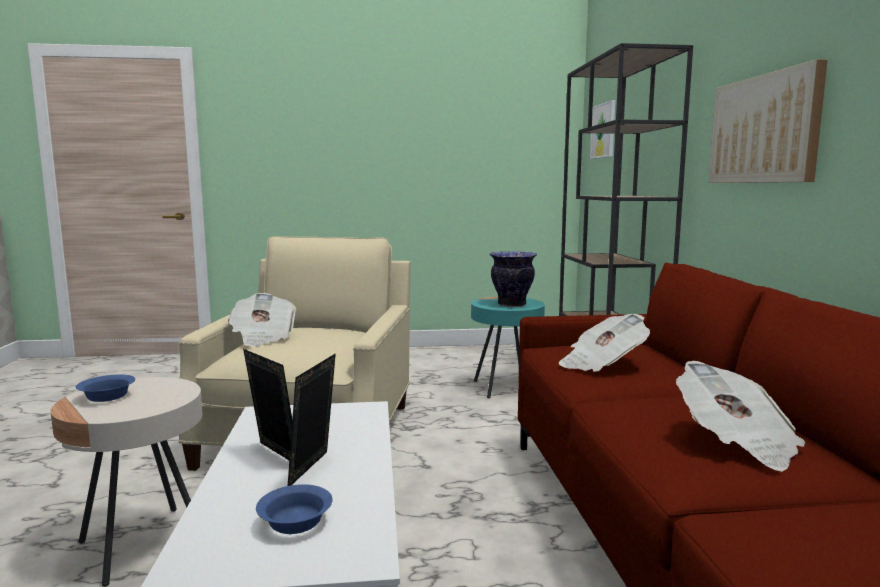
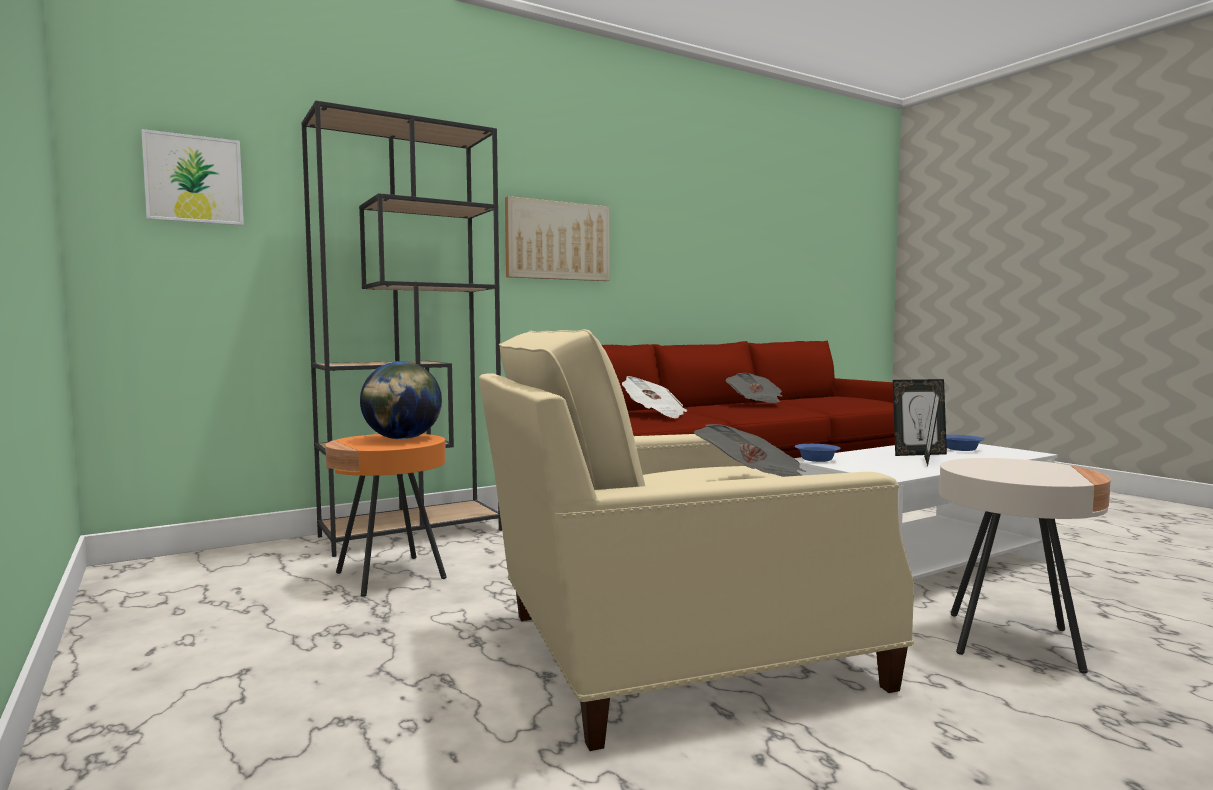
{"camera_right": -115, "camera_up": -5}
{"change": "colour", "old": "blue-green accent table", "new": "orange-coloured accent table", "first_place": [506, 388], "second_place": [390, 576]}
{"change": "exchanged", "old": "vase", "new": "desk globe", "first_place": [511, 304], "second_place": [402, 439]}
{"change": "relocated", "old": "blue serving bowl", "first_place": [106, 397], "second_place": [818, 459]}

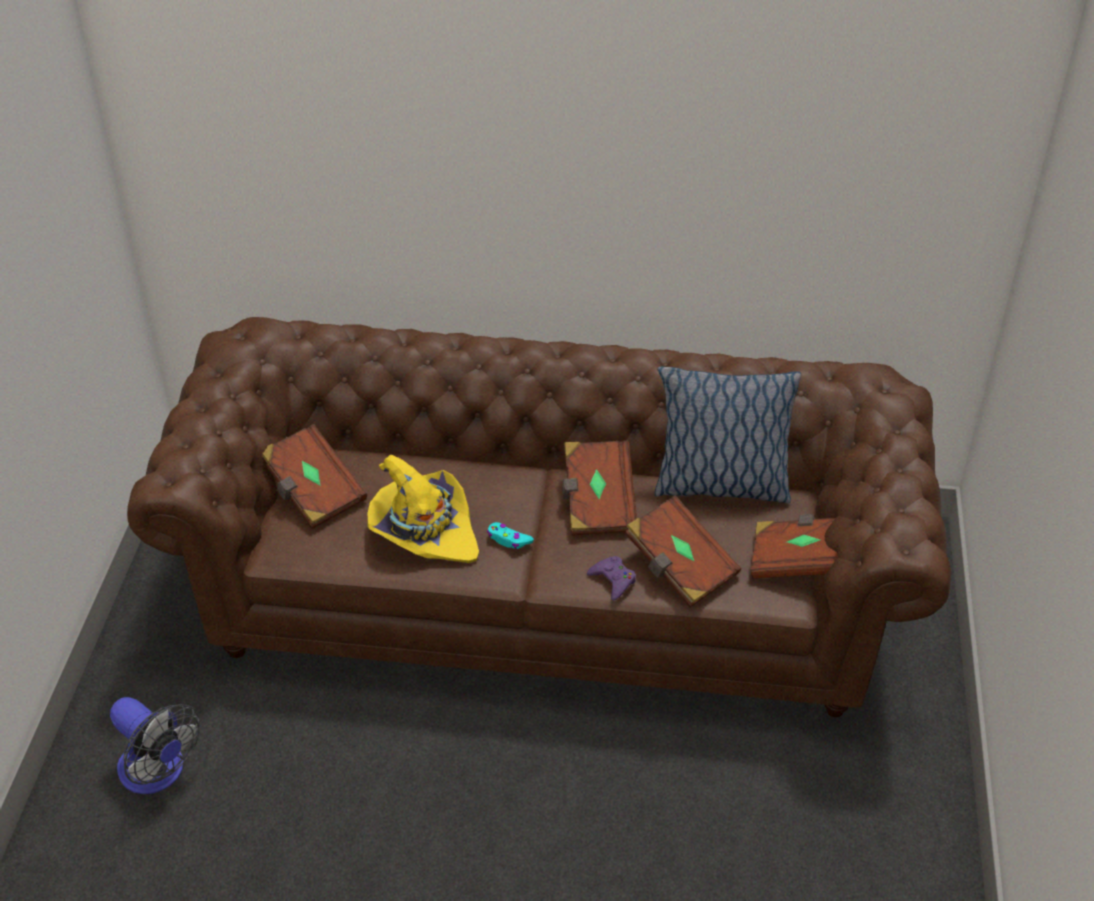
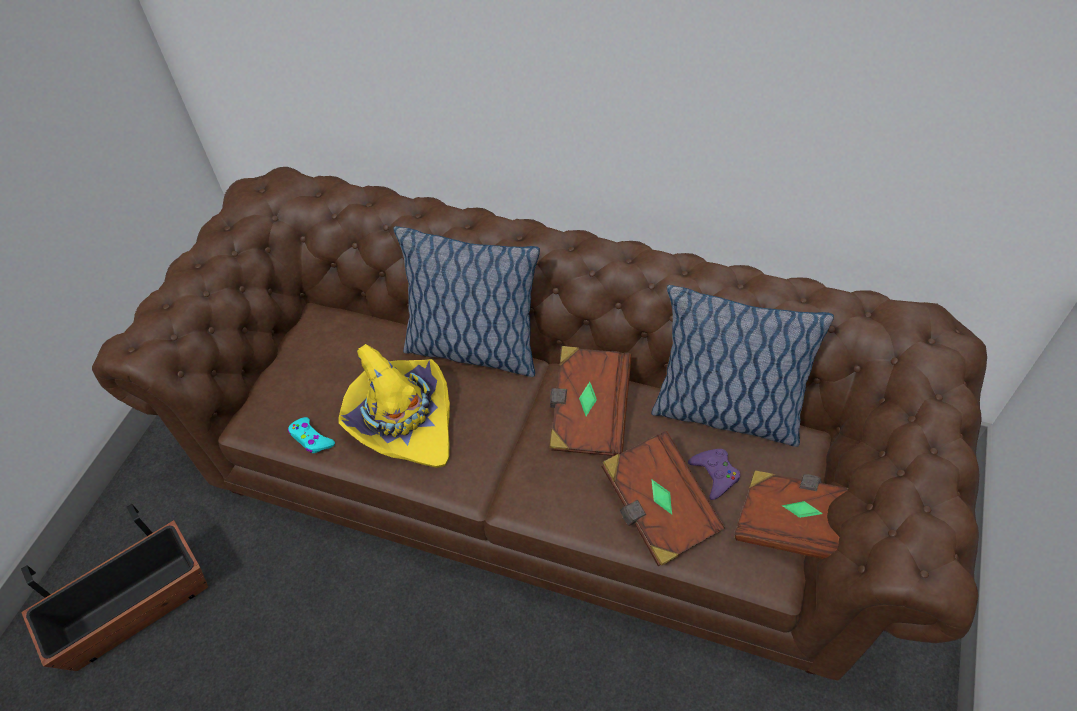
{"camera_right": 15, "camera_up": 10}
{"change": "exchanged", "old": "electric fan", "new": "flower pot", "first_place": [159, 773], "second_place": [136, 610]}
{"change": "relocated", "old": "blue-green game controller", "first_place": [508, 540], "second_place": [311, 439]}
{"change": "appeared", "new": "cushion", "second_place": [472, 348]}
{"change": "relocated", "old": "purplish game controller", "first_place": [613, 580], "second_place": [715, 474]}
{"change": "missing", "old": "brownish bound book", "first_place": [313, 492]}

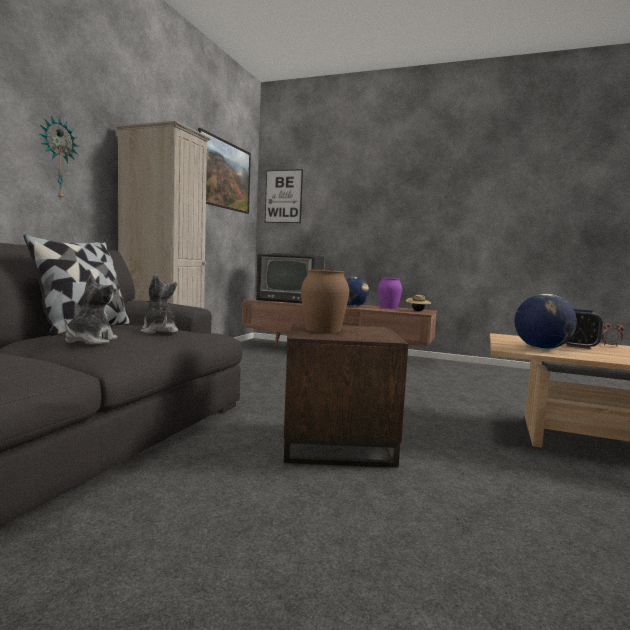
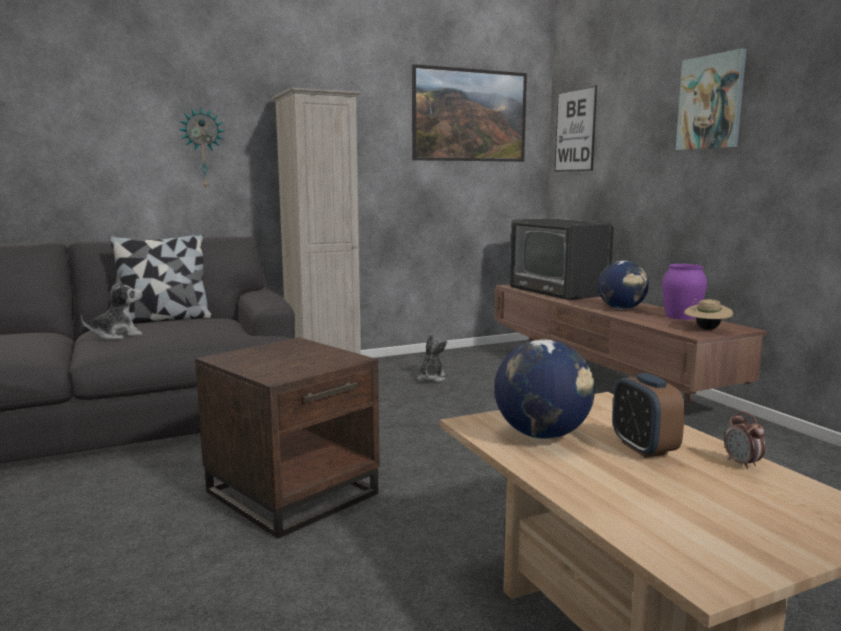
{"camera_right": 45, "camera_up": 5}
{"change": "relocated", "old": "soft toy", "first_place": [159, 331], "second_place": [431, 378]}
{"change": "appeared", "new": "wall art", "second_place": [711, 102]}
{"change": "missing", "old": "brownish vase", "first_place": [323, 329]}

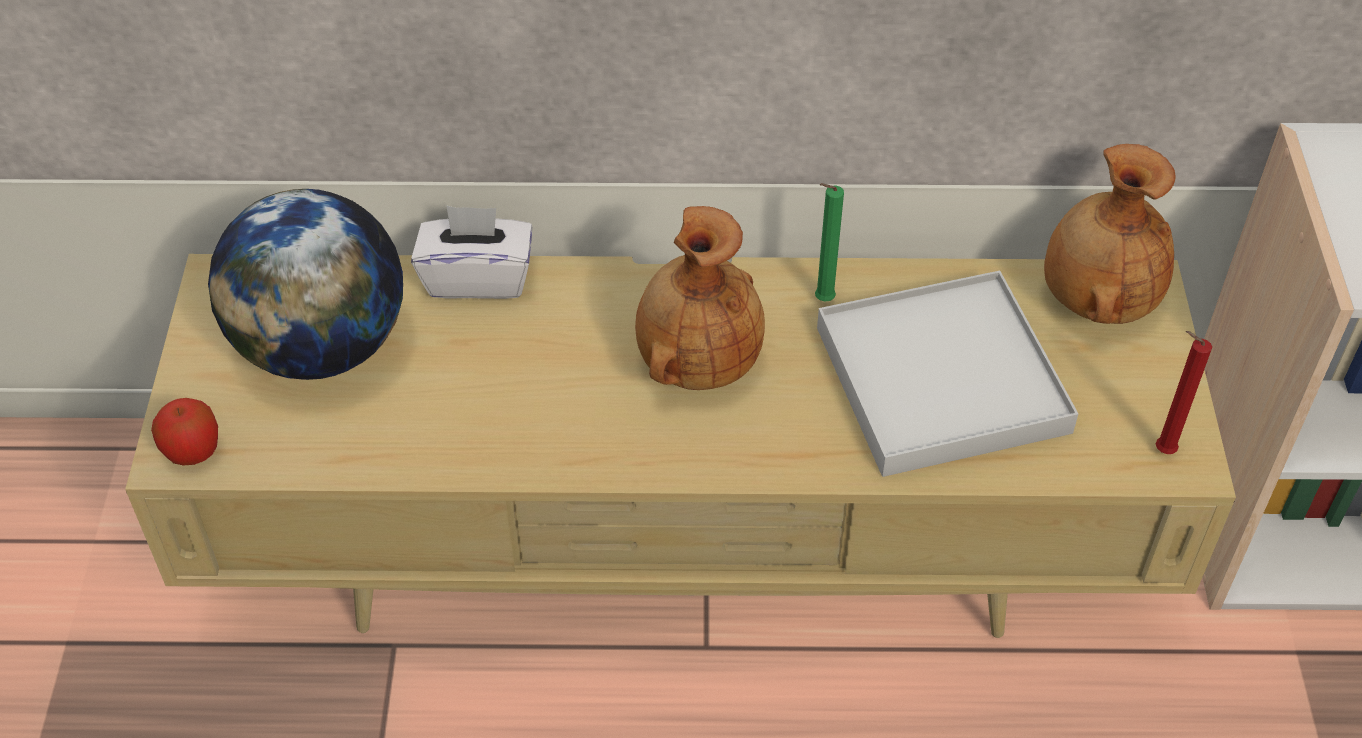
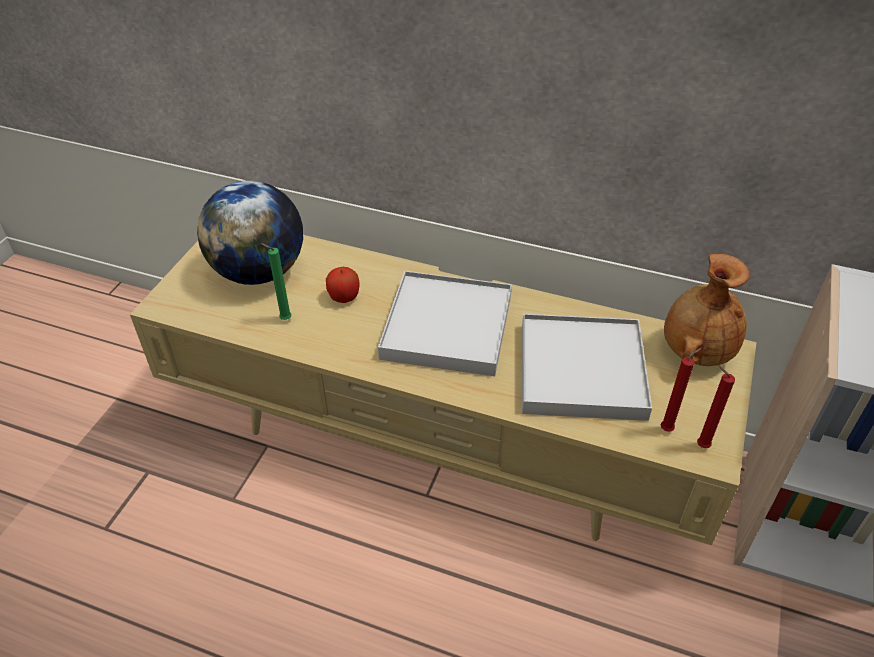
{"camera_right": 20, "camera_up": -5}
{"change": "relocated", "old": "greenish candle", "first_place": [821, 301], "second_place": [284, 319]}
{"change": "relocated", "old": "apple", "first_place": [193, 451], "second_place": [344, 297]}
{"change": "exchanged", "old": "brownish vase", "new": "whitish tray", "first_place": [697, 362], "second_place": [447, 327]}
{"change": "appeared", "new": "red candle", "second_place": [668, 429]}
{"change": "missing", "old": "whitish tissue holder", "first_place": [477, 278]}

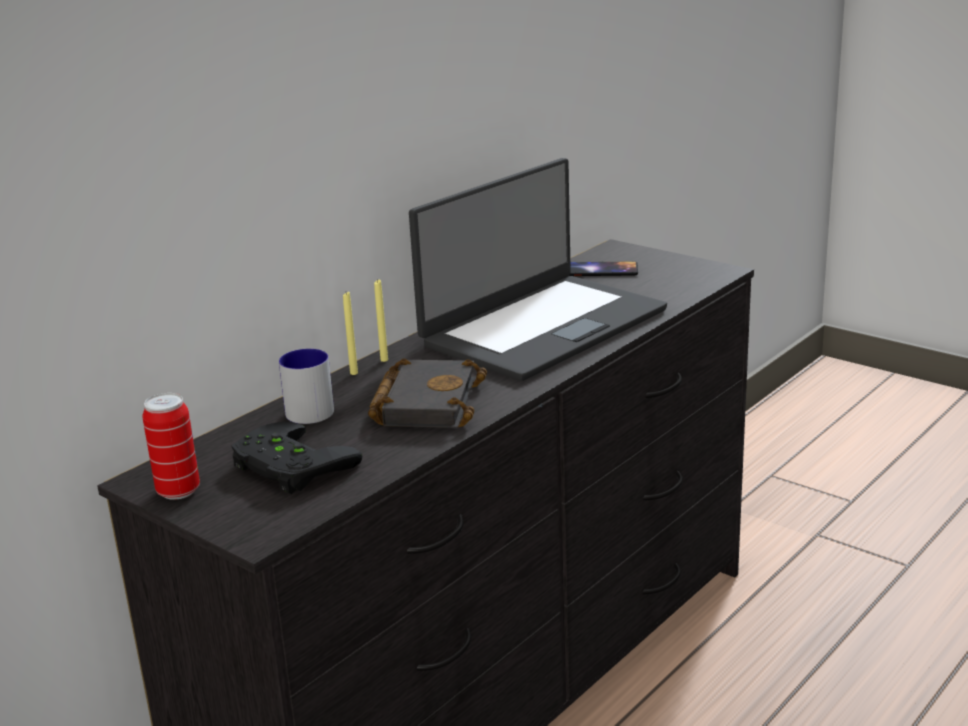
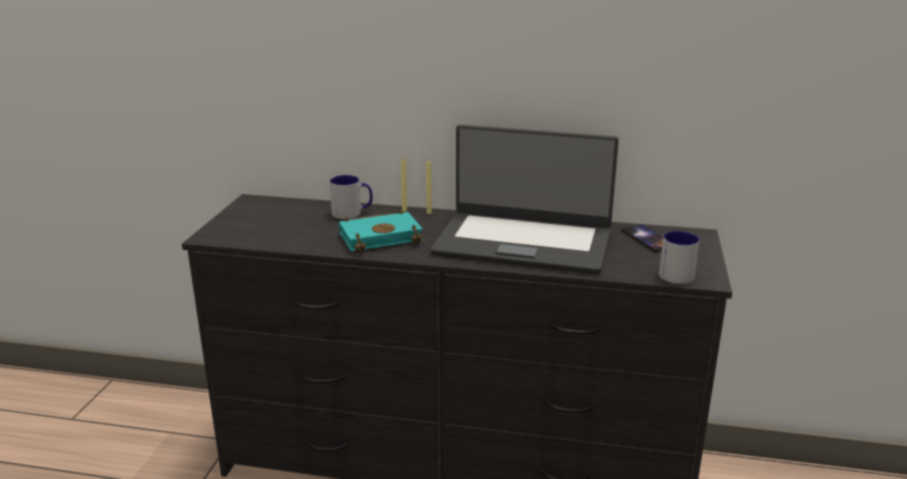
{"camera_right": 60, "camera_up": 0}
{"change": "colour", "old": "blackish bound book", "new": "blue-green bound book", "first_place": [425, 402], "second_place": [381, 236]}
{"change": "appeared", "new": "tea mug", "second_place": [676, 273]}
{"change": "missing", "old": "can", "first_place": [178, 491]}
{"change": "missing", "old": "blackish game controller", "first_place": [287, 467]}

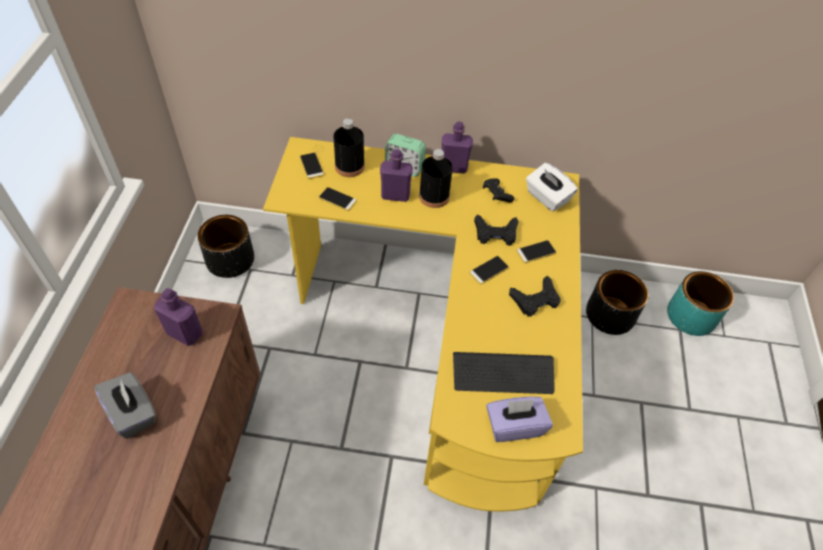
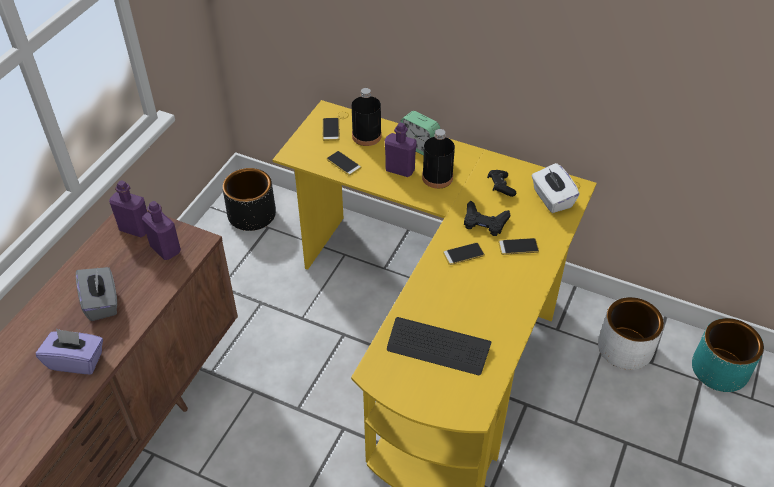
{"camera_right": 20, "camera_up": -5}
{"change": "relocated", "old": "purplish tissue holder", "first_place": [514, 426], "second_place": [76, 361]}
{"change": "relocated", "old": "purplish beverage bottle", "first_place": [453, 168], "second_place": [135, 229]}
{"change": "colour", "old": "blackish flower pot", "new": "whitish flower pot", "first_place": [610, 315], "second_place": [625, 348]}
{"change": "missing", "old": "blackish game controller", "first_place": [535, 300]}

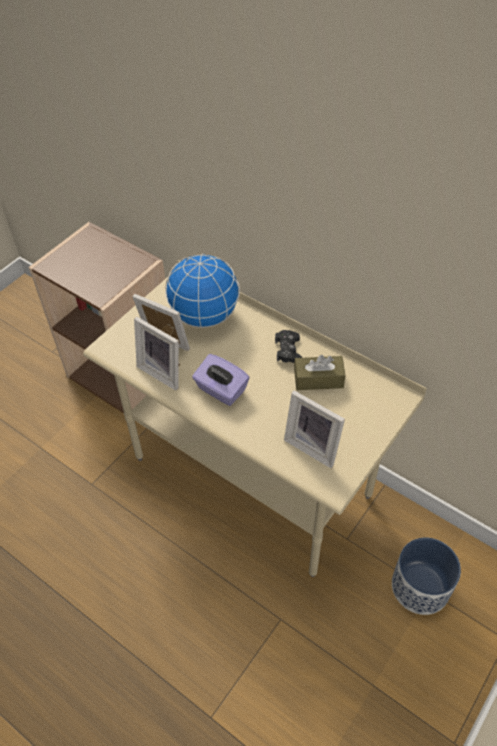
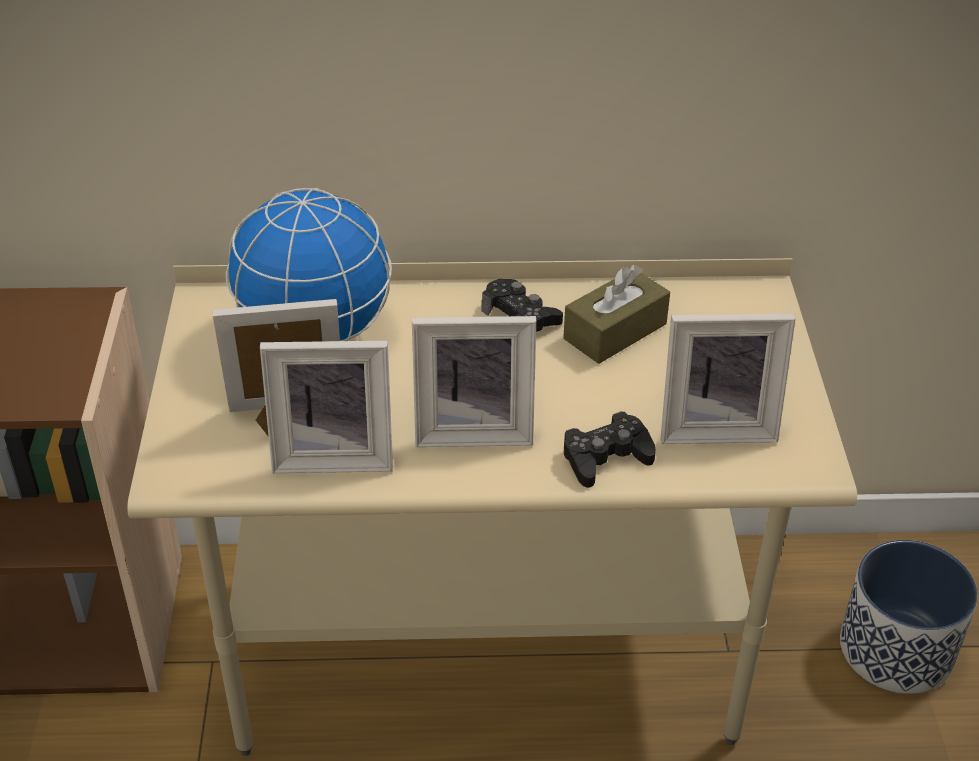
{"camera_right": -40, "camera_up": -10}
{"change": "exchanged", "old": "purplish tissue holder", "new": "picture frame", "first_place": [221, 390], "second_place": [473, 429]}
{"change": "appeared", "new": "blackish game controller", "second_place": [606, 457]}

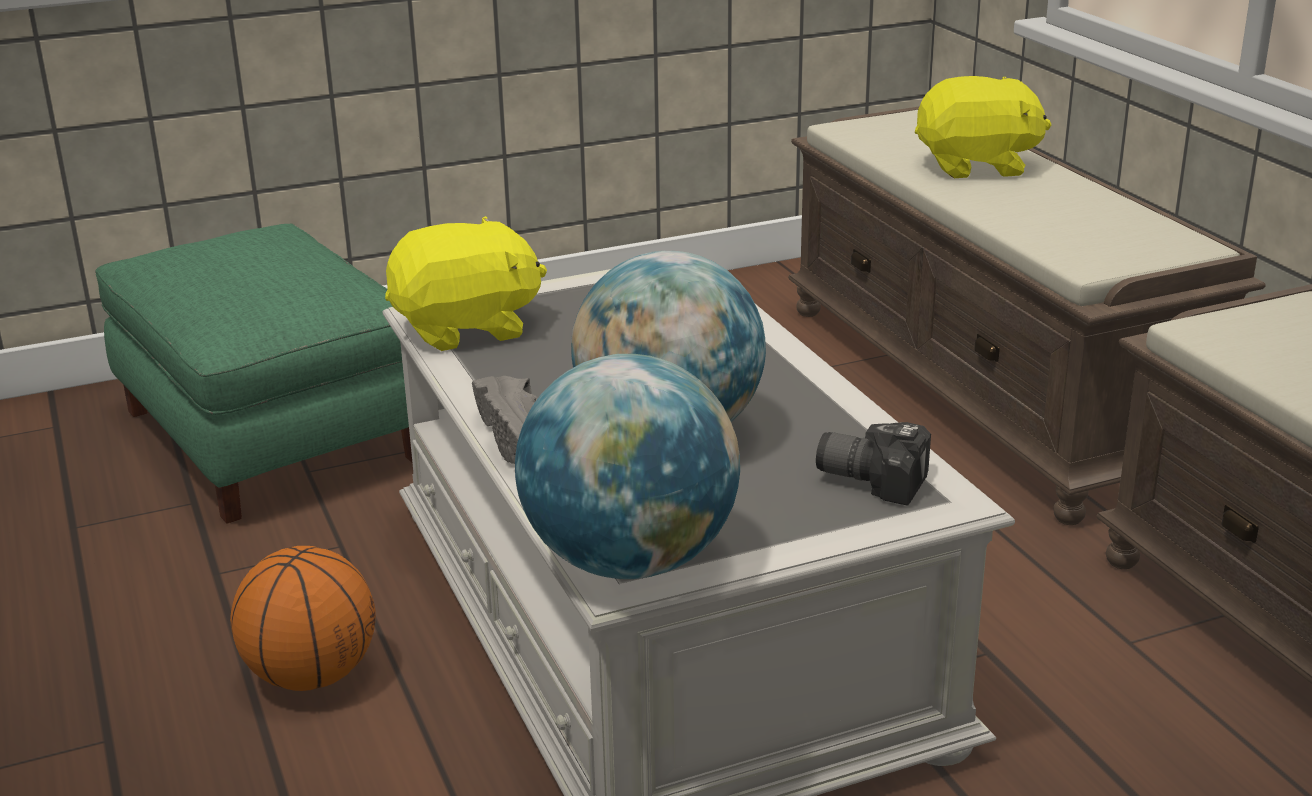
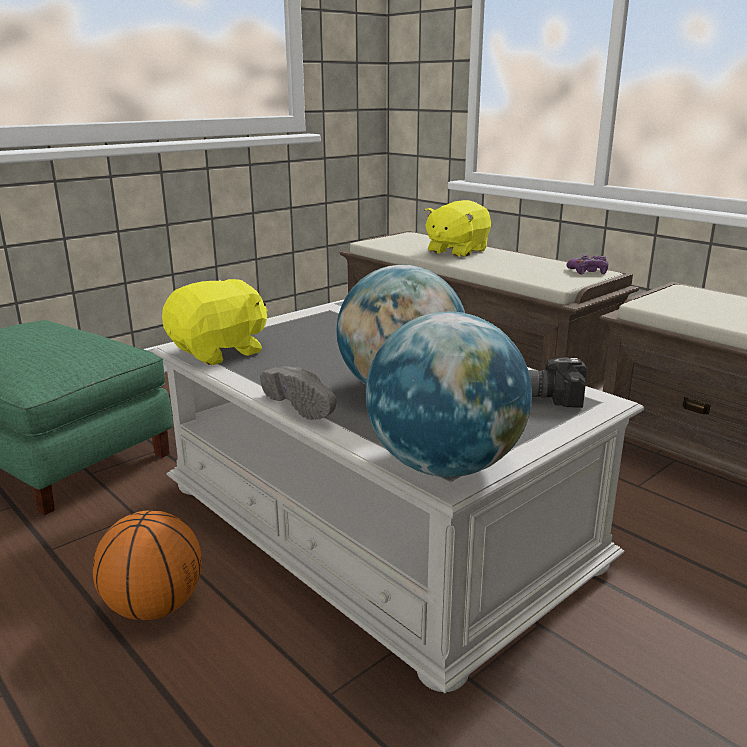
{"camera_right": -20, "camera_up": -5}
{"change": "spun", "old": "yellow-coloured soft toy", "first_place": [976, 166], "second_place": [456, 251], "degrees": 150}
{"change": "appeared", "new": "purplish game controller", "second_place": [588, 271]}

